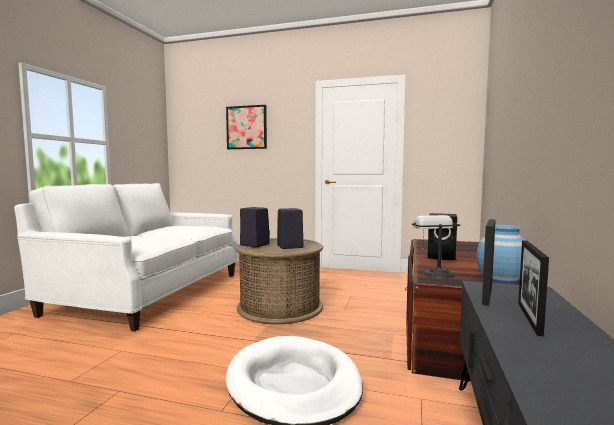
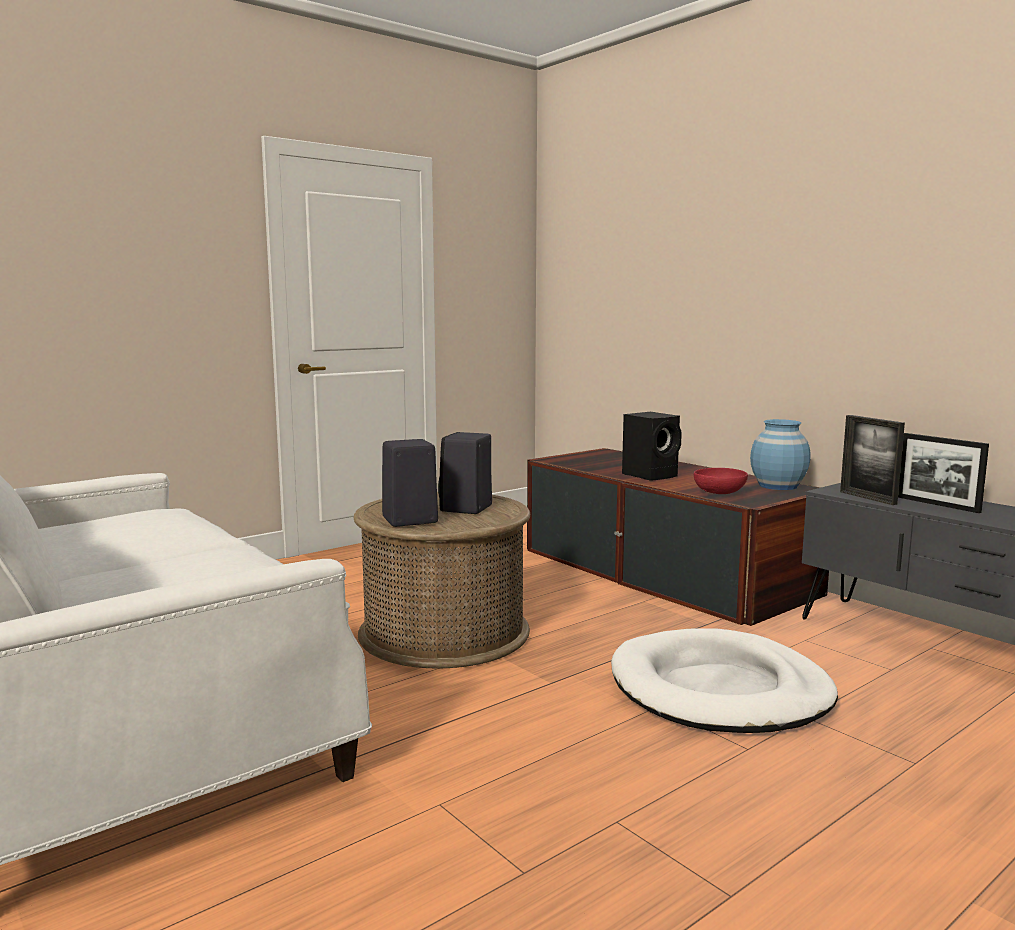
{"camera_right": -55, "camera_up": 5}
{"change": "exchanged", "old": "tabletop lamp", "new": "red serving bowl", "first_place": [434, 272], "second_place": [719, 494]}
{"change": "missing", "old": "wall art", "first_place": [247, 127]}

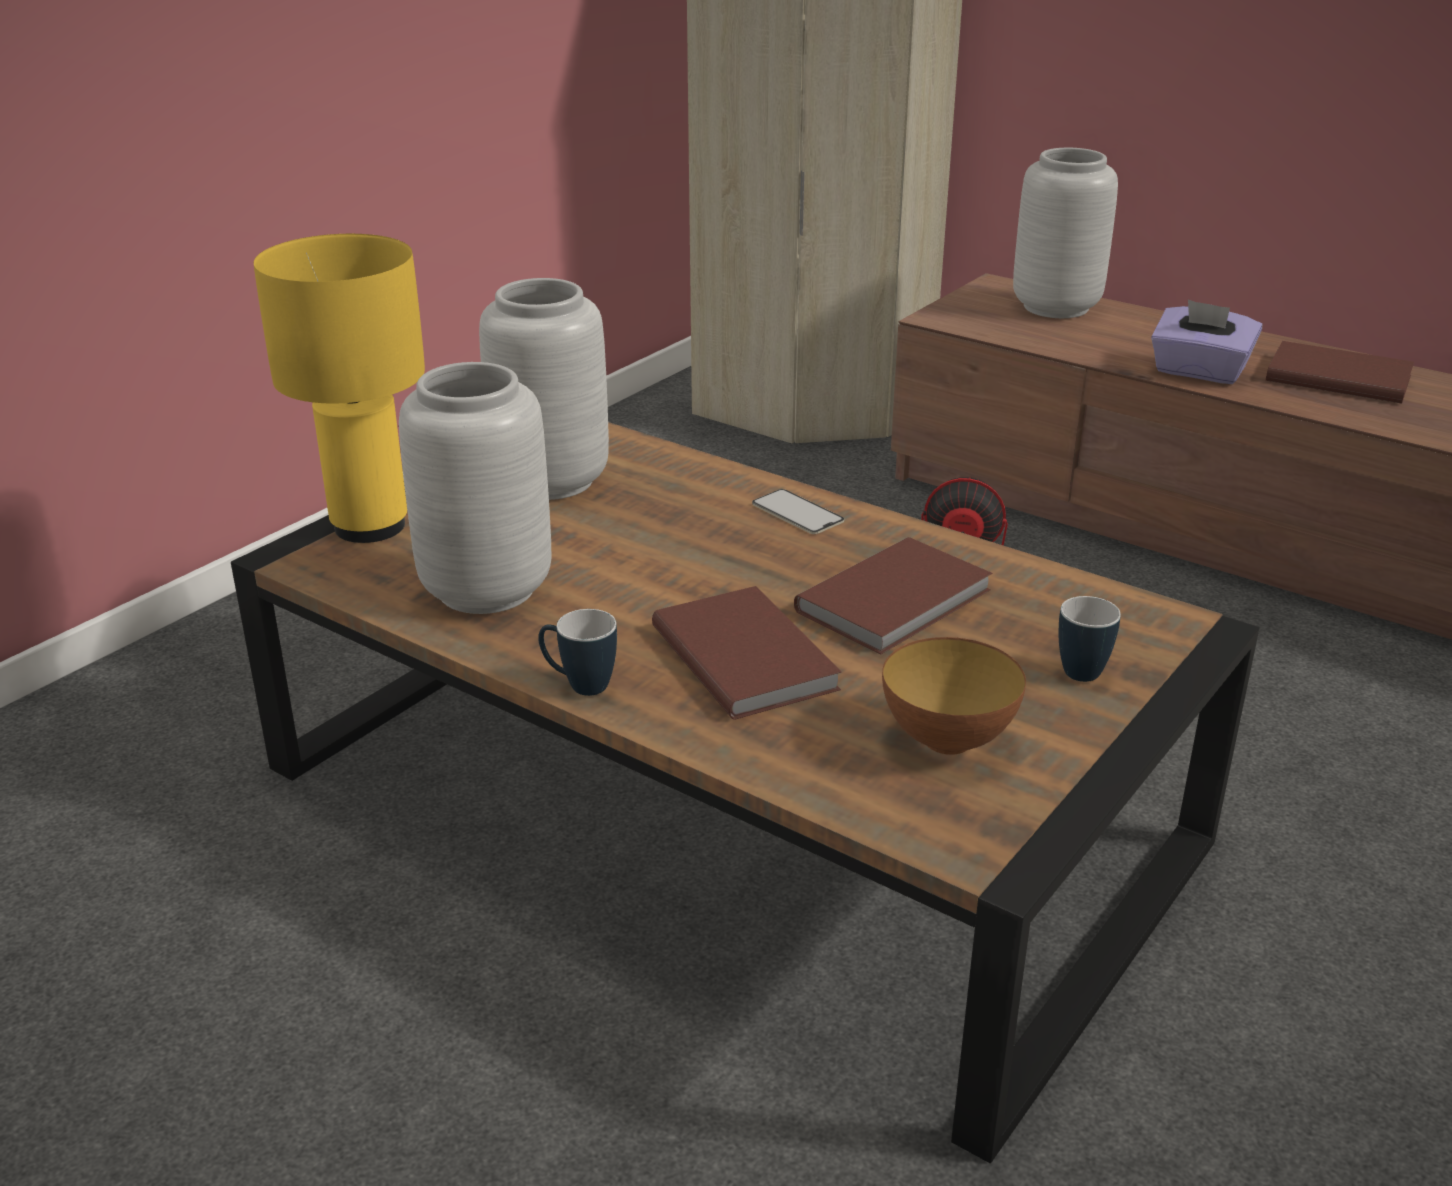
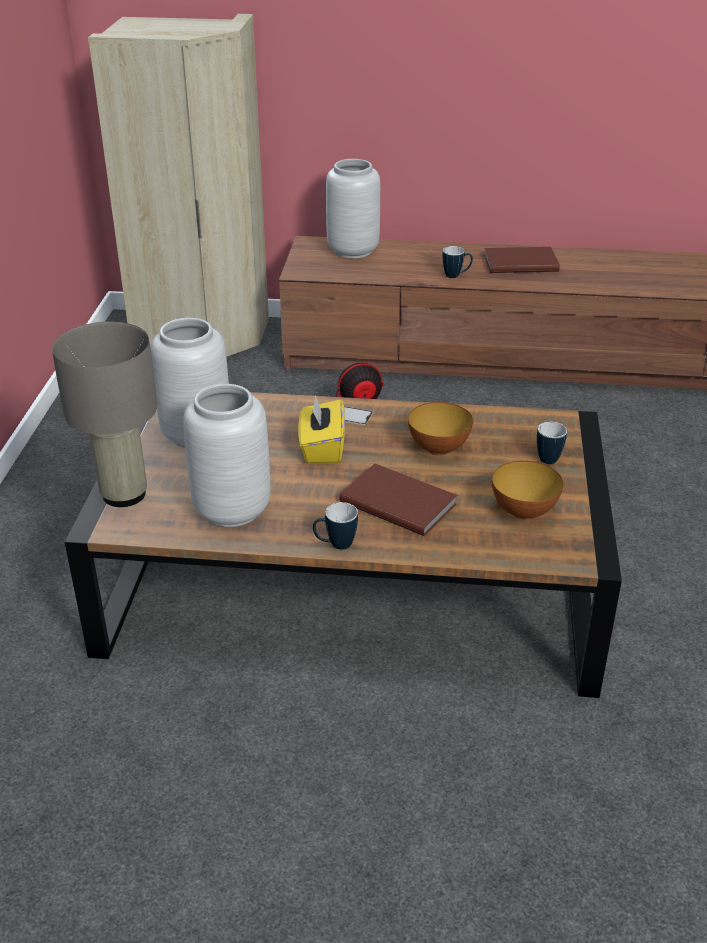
{"camera_right": -30, "camera_up": 5}
{"change": "colour", "old": "yellow-coloured tabletop lamp", "new": "grey tabletop lamp", "first_place": [370, 527], "second_place": [125, 495]}
{"change": "appeared", "new": "yellow-coloured tissue holder", "second_place": [322, 449]}
{"change": "exchanged", "old": "brownish bound book", "new": "serving bowl", "first_place": [898, 601], "second_place": [438, 449]}
{"change": "exchanged", "old": "purplish tissue holder", "new": "tea mug", "first_place": [1199, 372], "second_place": [456, 275]}

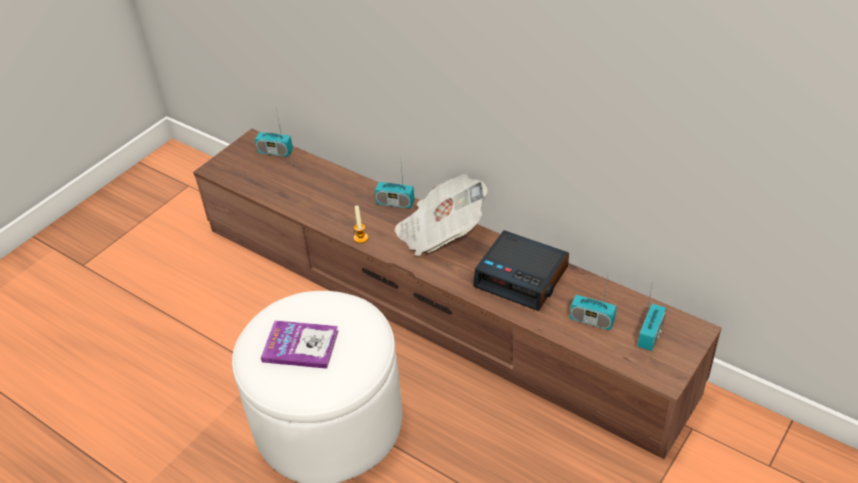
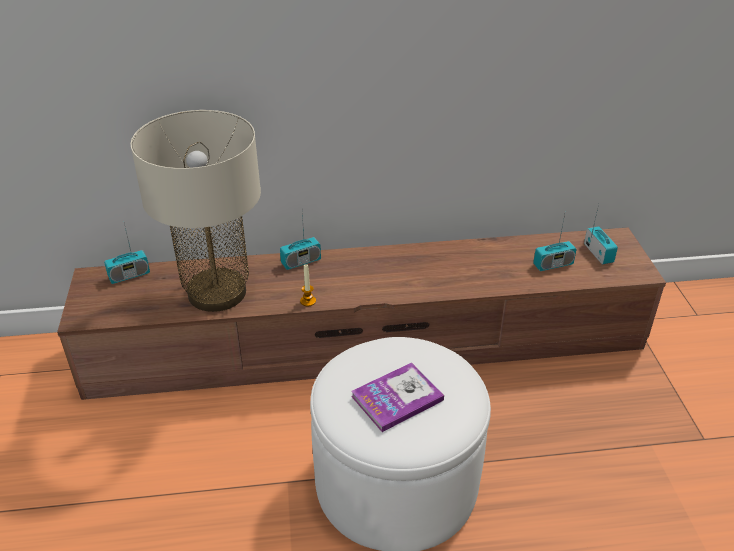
{"camera_right": -45, "camera_up": -5}
{"change": "appeared", "new": "tabletop lamp", "second_place": [217, 293]}
{"change": "missing", "old": "newspaper", "first_place": [440, 233]}
{"change": "missing", "old": "table clock", "first_place": [522, 277]}

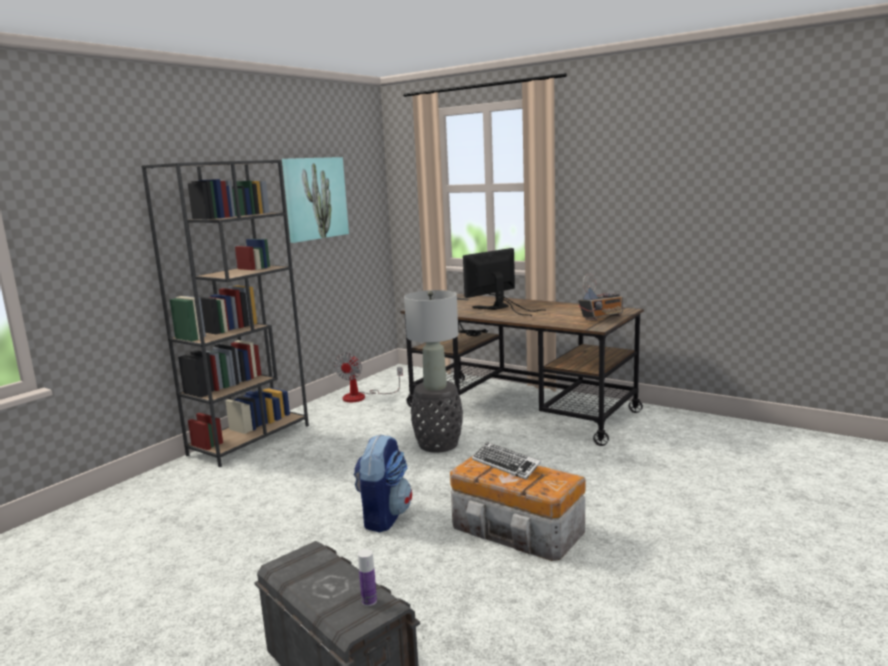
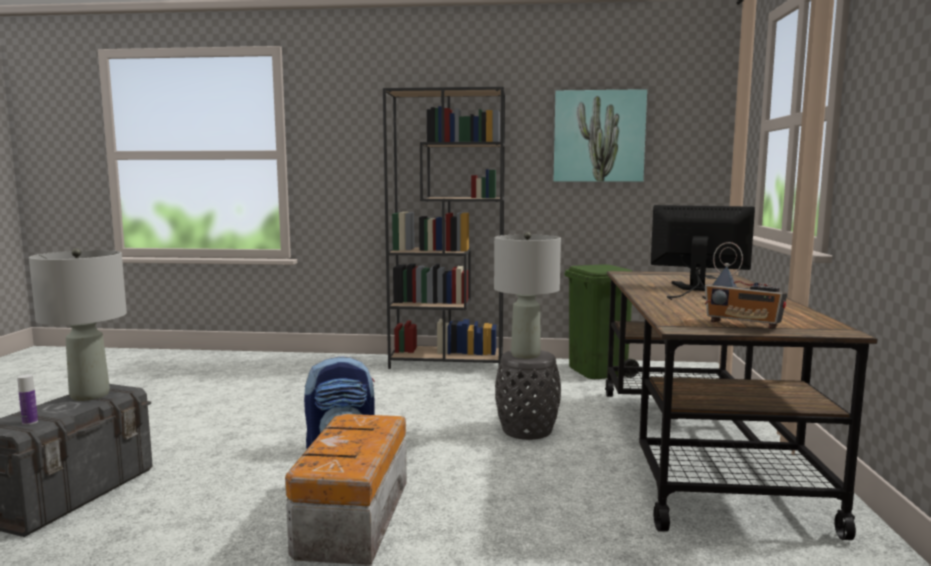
{"camera_right": 60, "camera_up": -5}
{"change": "appeared", "new": "grey tabletop lamp", "second_place": [90, 395]}
{"change": "exchanged", "old": "electric fan", "new": "greenish rubbish bin", "first_place": [362, 396], "second_place": [598, 371]}
{"change": "missing", "old": "PC keyboard", "first_place": [506, 465]}

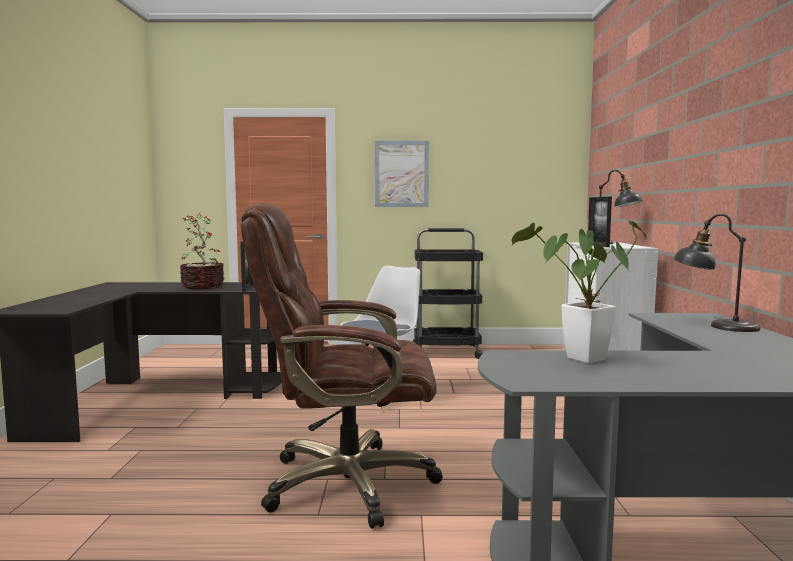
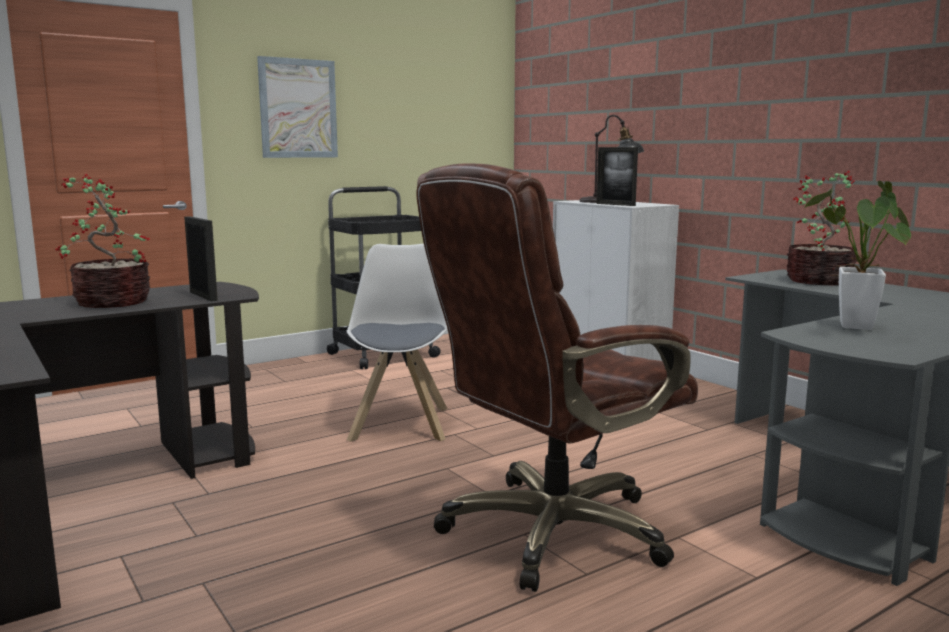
{"camera_right": -35, "camera_up": 5}
{"change": "exchanged", "old": "grey tabletop lamp", "new": "houseplant", "first_place": [713, 324], "second_place": [820, 280]}

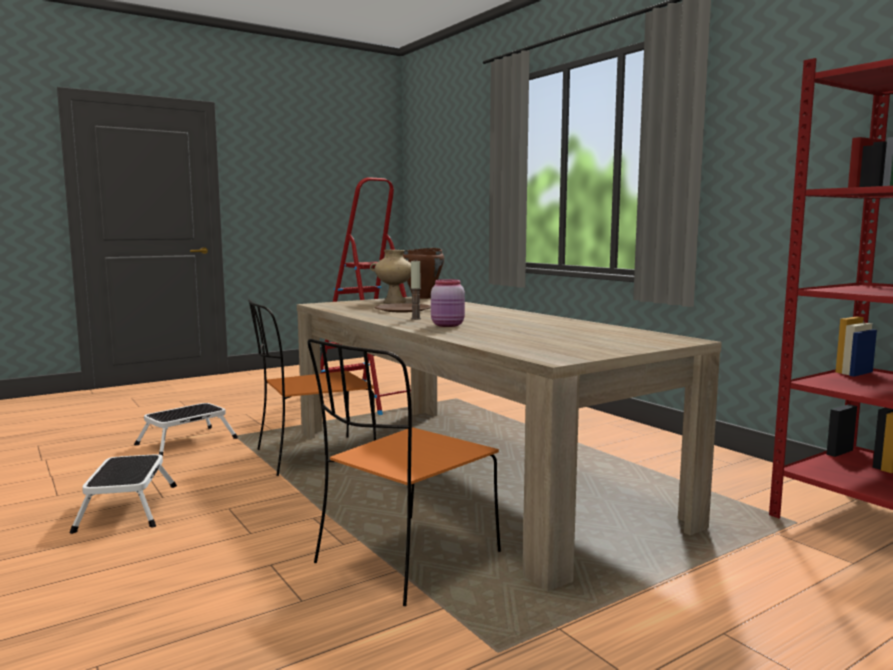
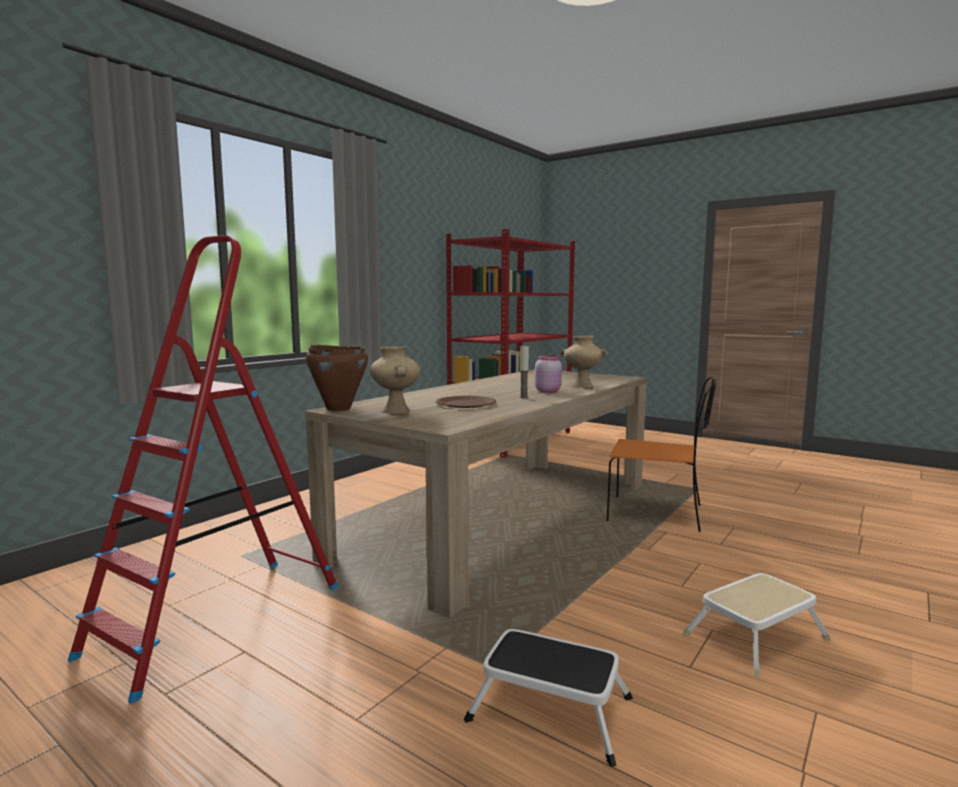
{"camera_right": -110, "camera_up": 0}
{"change": "appeared", "new": "beige vase", "second_place": [581, 386]}
{"change": "colour", "old": "blackish step stool", "new": "beige step stool", "first_place": [128, 507], "second_place": [755, 637]}
{"change": "missing", "old": "orange-coloured upright chair", "first_place": [312, 456]}

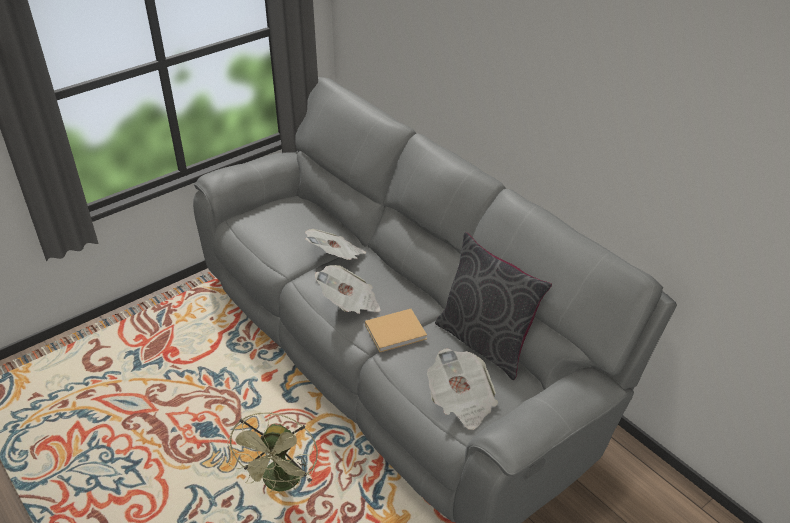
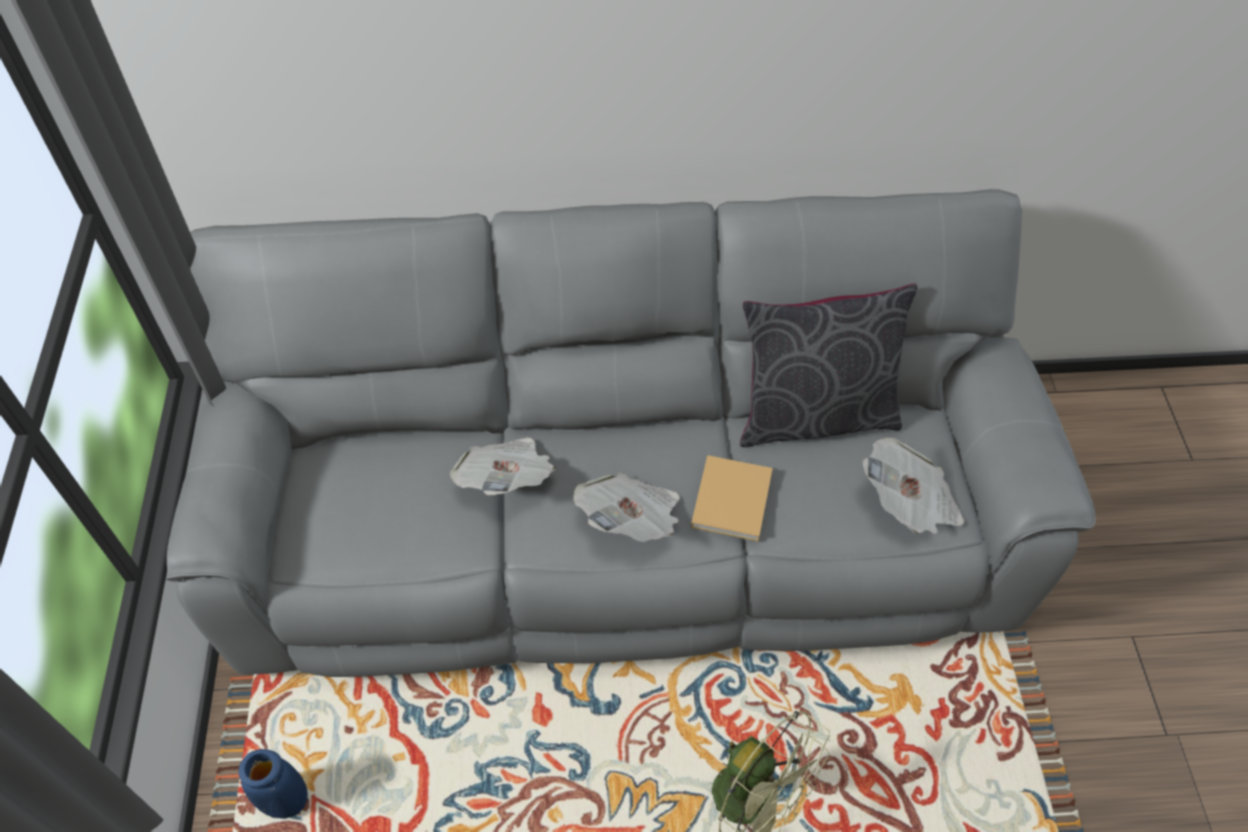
{"camera_right": -55, "camera_up": 15}
{"change": "appeared", "new": "blue vase", "second_place": [285, 800]}

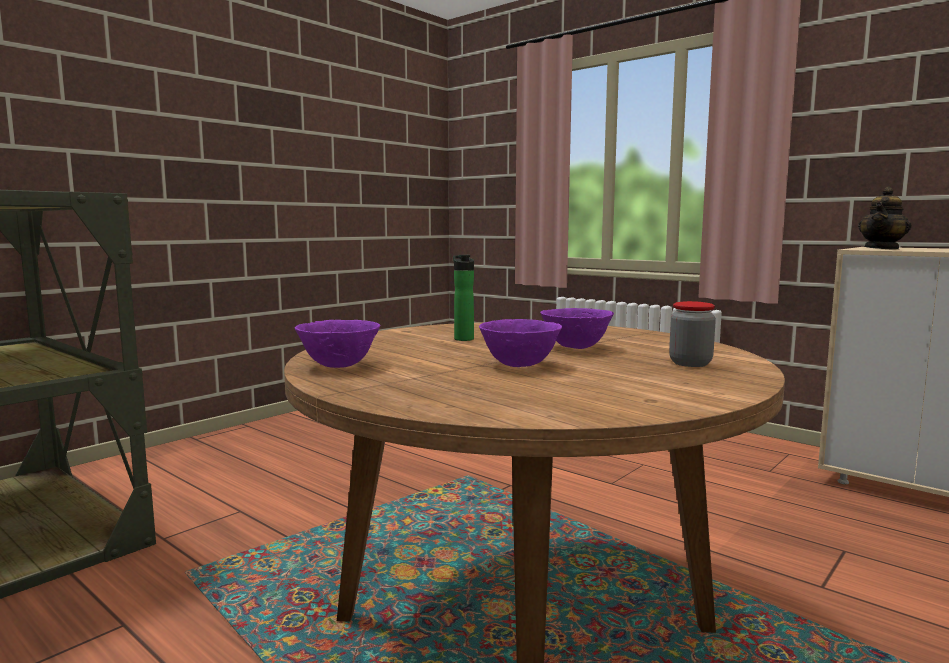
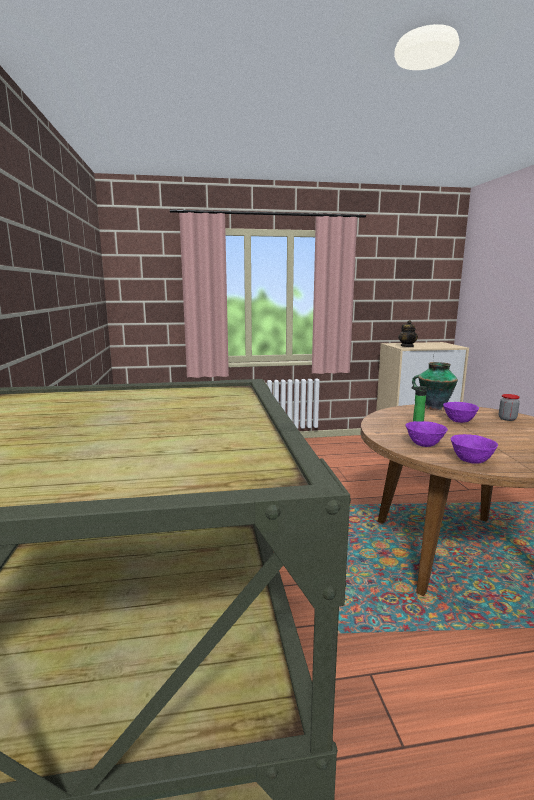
{"camera_right": -50, "camera_up": 5}
{"change": "relocated", "old": "purplish serving bowl", "first_place": [519, 365], "second_place": [424, 445]}
{"change": "appeared", "new": "vase", "second_place": [433, 407]}

